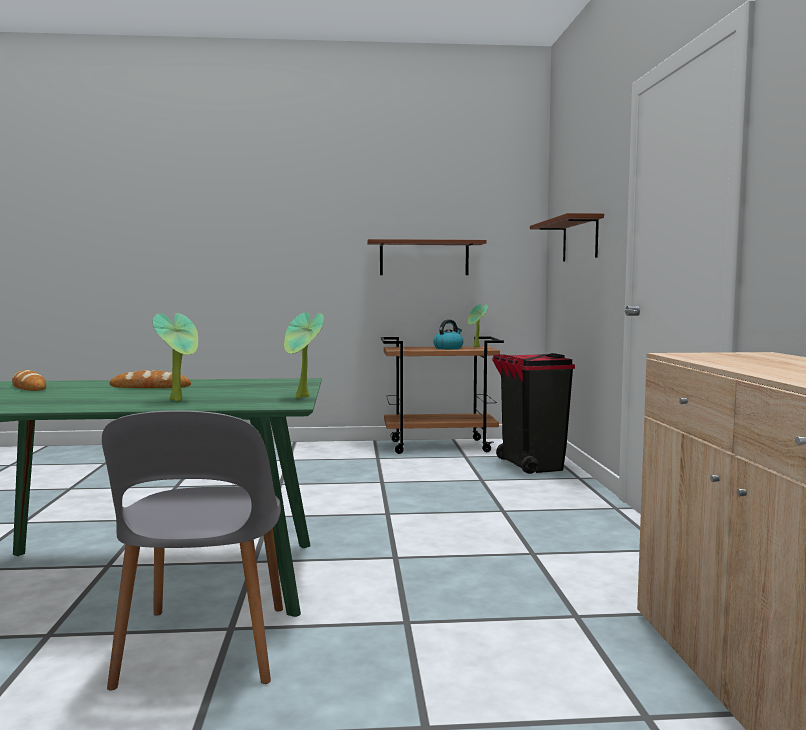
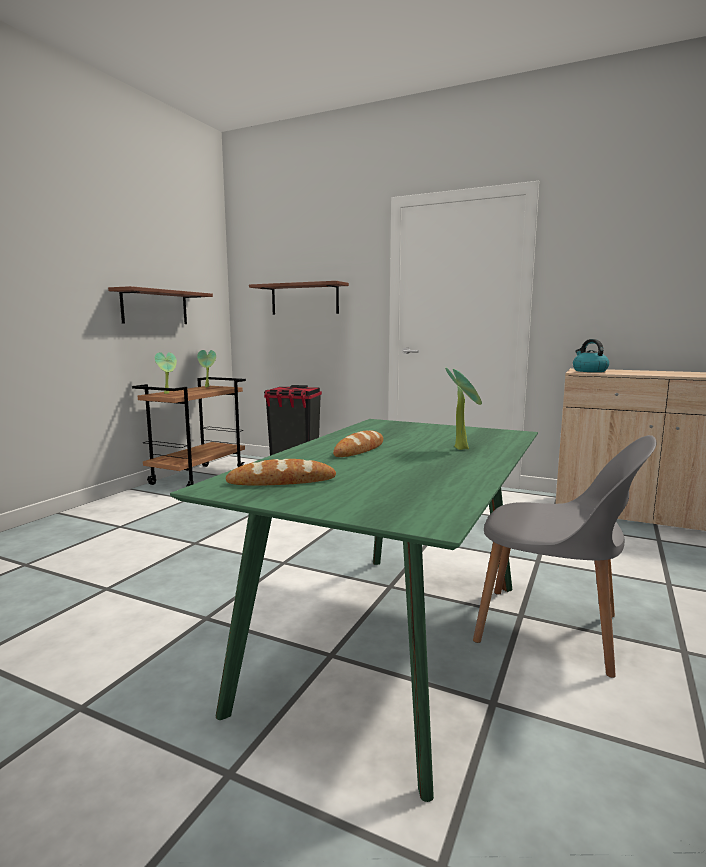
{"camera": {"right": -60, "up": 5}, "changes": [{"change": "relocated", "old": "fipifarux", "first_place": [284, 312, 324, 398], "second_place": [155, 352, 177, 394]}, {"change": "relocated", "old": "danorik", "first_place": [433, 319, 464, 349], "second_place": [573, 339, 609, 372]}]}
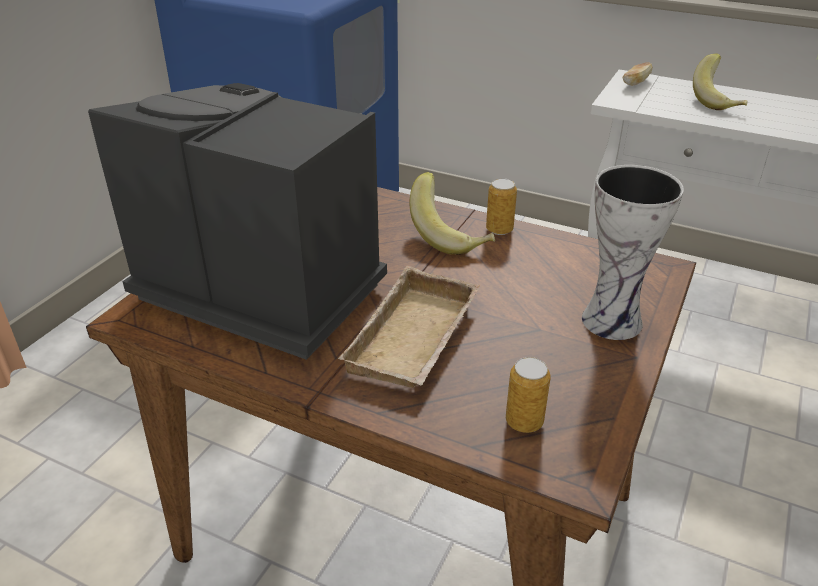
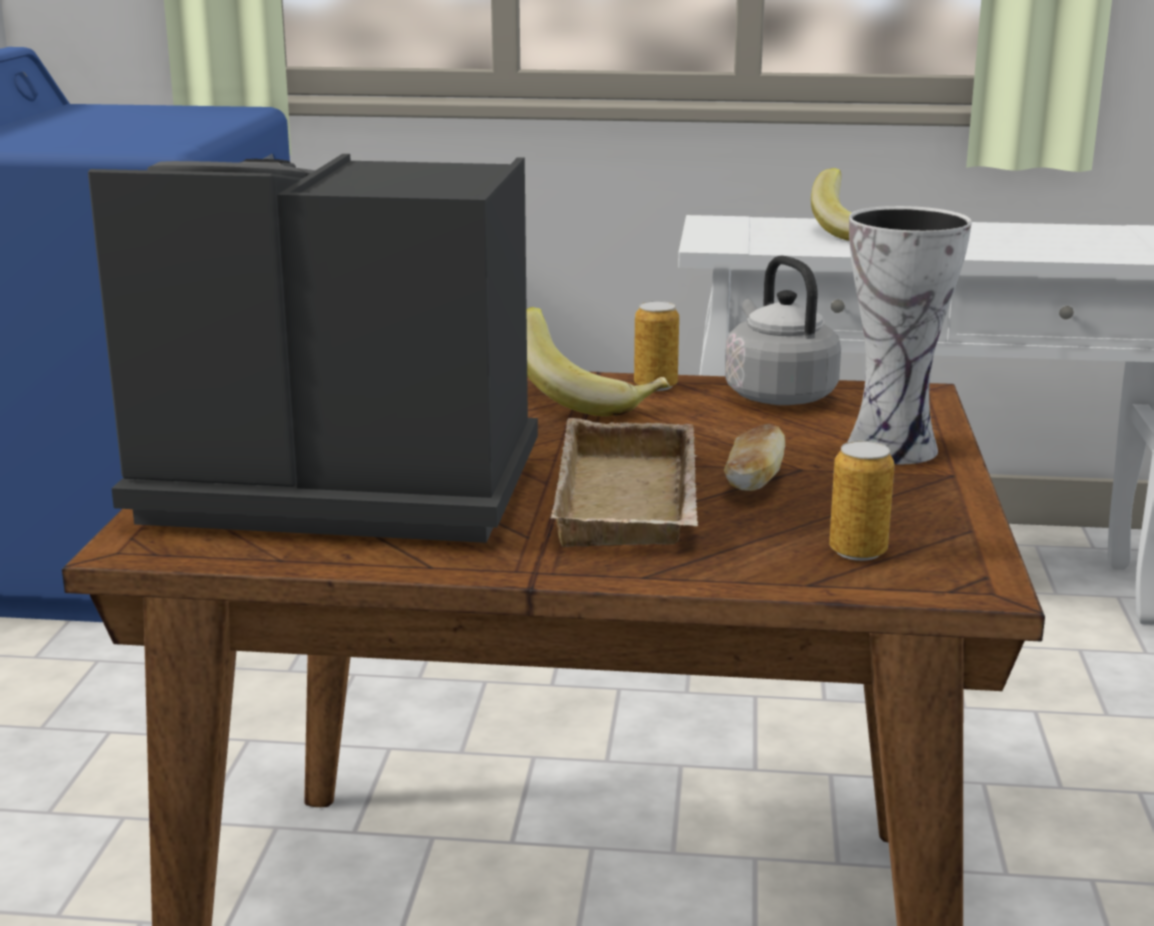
{"camera": {"right": -20, "up": -15}, "changes": [{"change": "relocated", "old": "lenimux", "first_place": [623, 62, 653, 86], "second_place": [724, 424, 785, 491]}, {"change": "appeared", "new": "danorik (grey)", "second_place": [725, 255, 841, 405]}]}
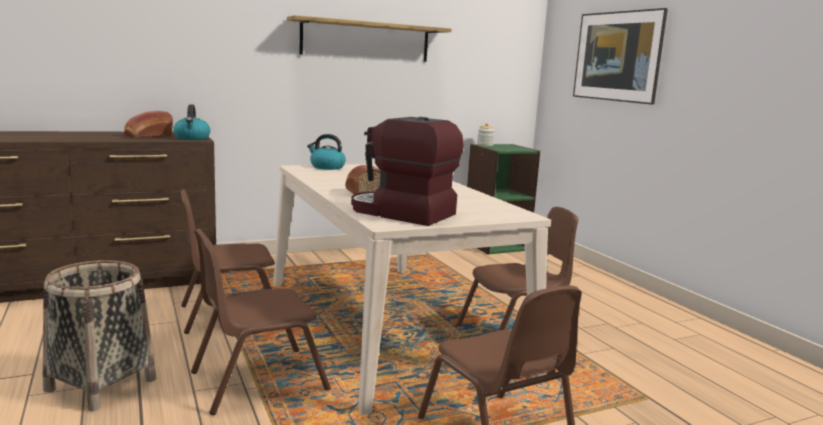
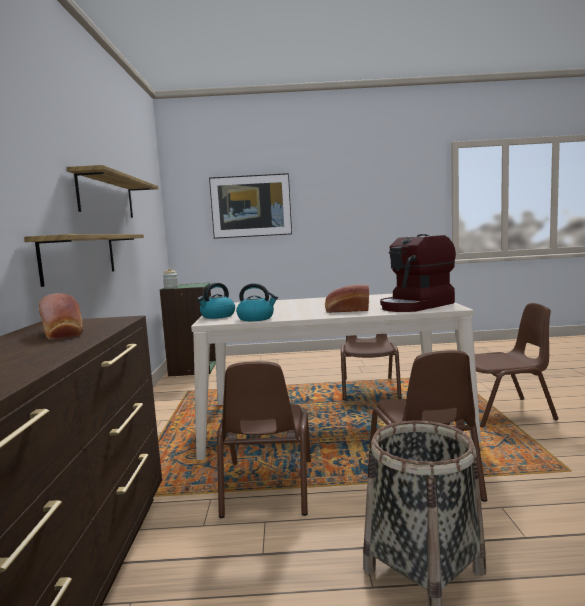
{"camera": {"right": -65, "up": -5}, "changes": [{"change": "relocated", "old": "danorik", "first_place": [173, 104, 210, 140], "second_place": [236, 283, 278, 321]}, {"change": "appeared", "new": "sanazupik", "second_place": [24, 234, 144, 287]}]}
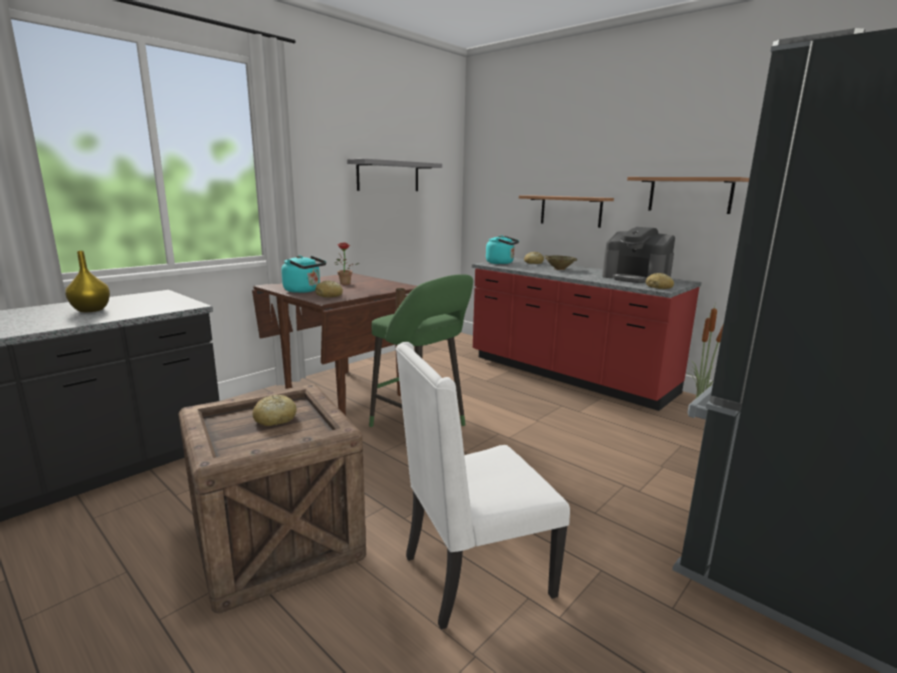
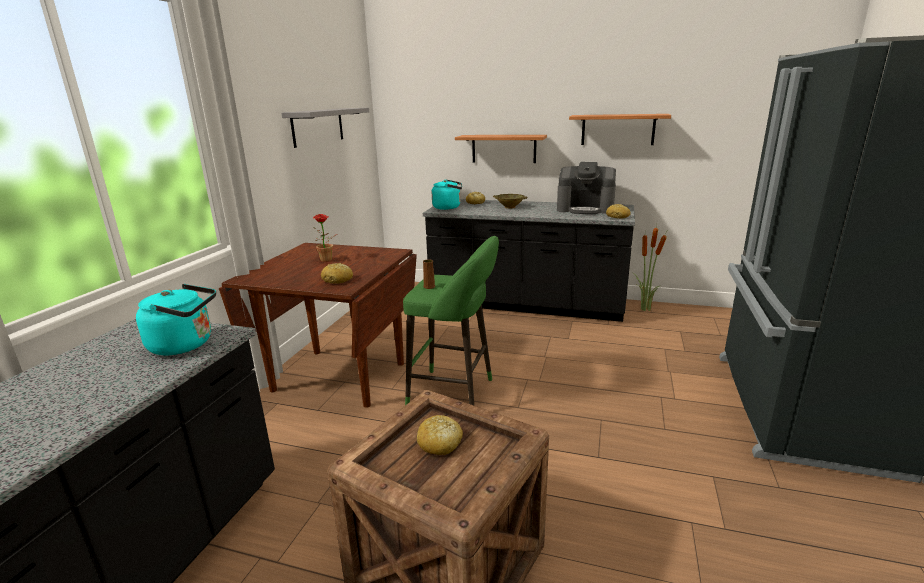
{"camera": {"right": -25, "up": 5}, "changes": [{"change": "missing", "old": "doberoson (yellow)", "first_place": [65, 251, 110, 312]}, {"change": "relocated", "old": "danorik (turquoise)", "first_place": [281, 255, 326, 293], "second_place": [136, 284, 216, 355]}, {"change": "colour", "old": "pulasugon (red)", "new": "pulasugon (black)", "first_place": [472, 258, 701, 411], "second_place": [423, 199, 635, 322]}, {"change": "missing", "old": "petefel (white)", "first_place": [396, 342, 570, 630]}]}
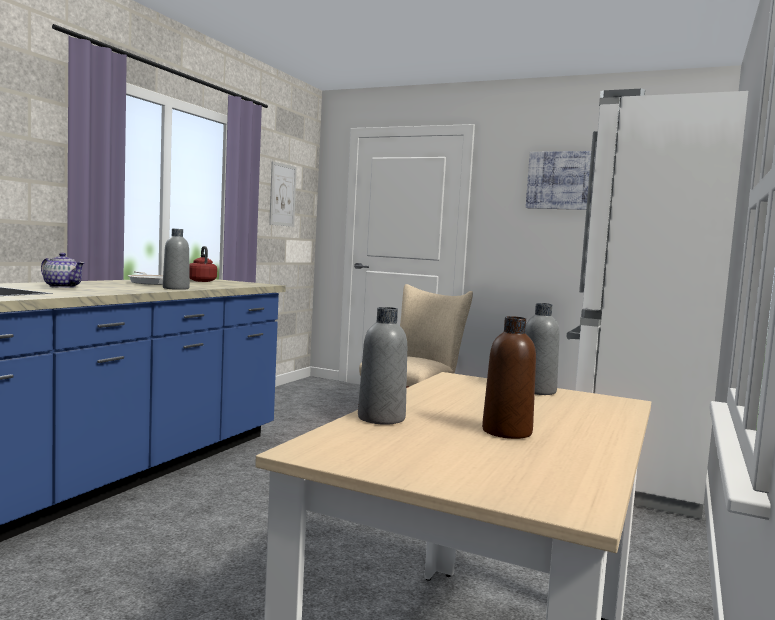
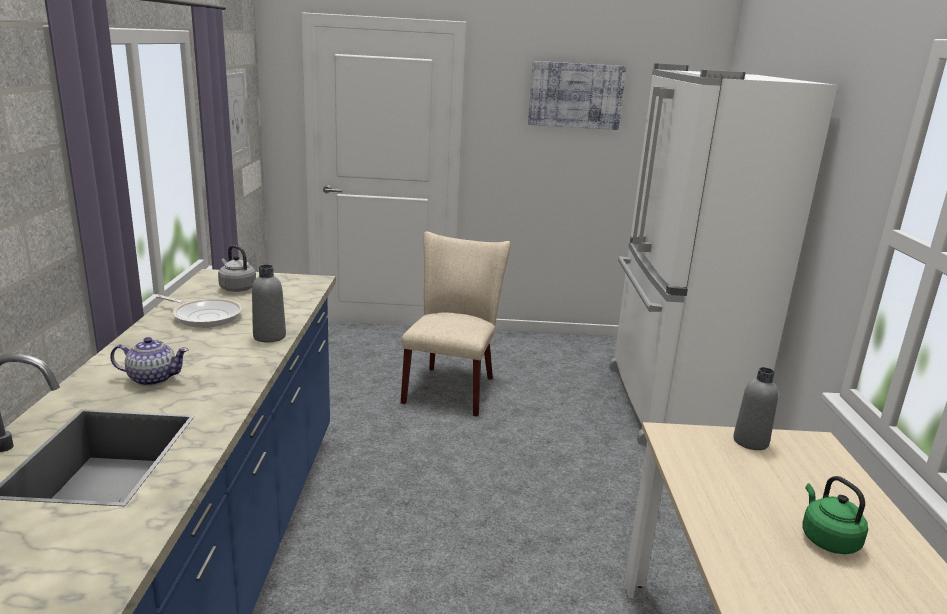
{"camera": {"right": -25, "up": 15}, "changes": [{"change": "colour", "old": "danorik (red)", "new": "danorik (grey)", "first_place": [189, 246, 217, 282], "second_place": [218, 245, 256, 292]}, {"change": "missing", "old": "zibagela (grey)", "first_place": [358, 307, 407, 425]}, {"change": "exchanged", "old": "zibagela (brown)", "new": "danorik (green)", "first_place": [482, 316, 536, 439], "second_place": [802, 476, 868, 554]}]}
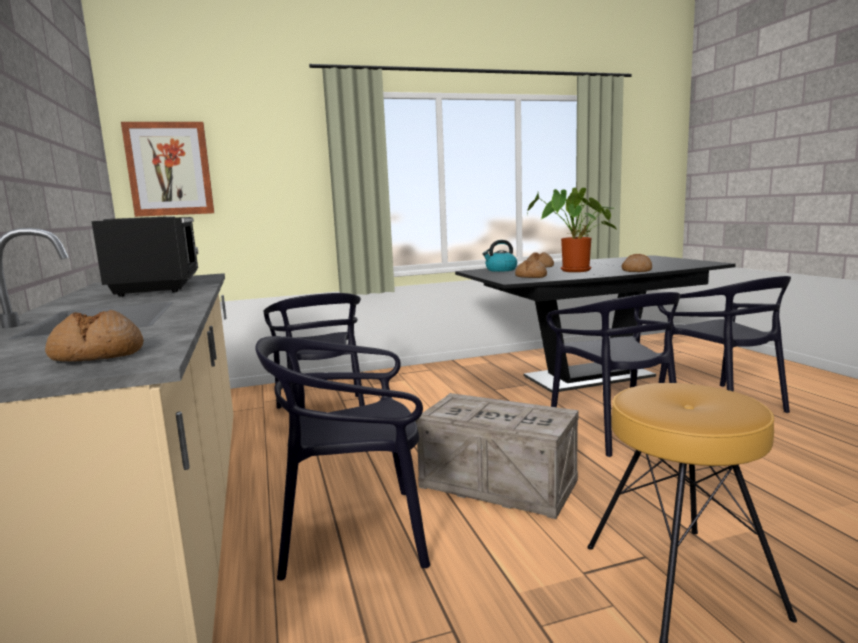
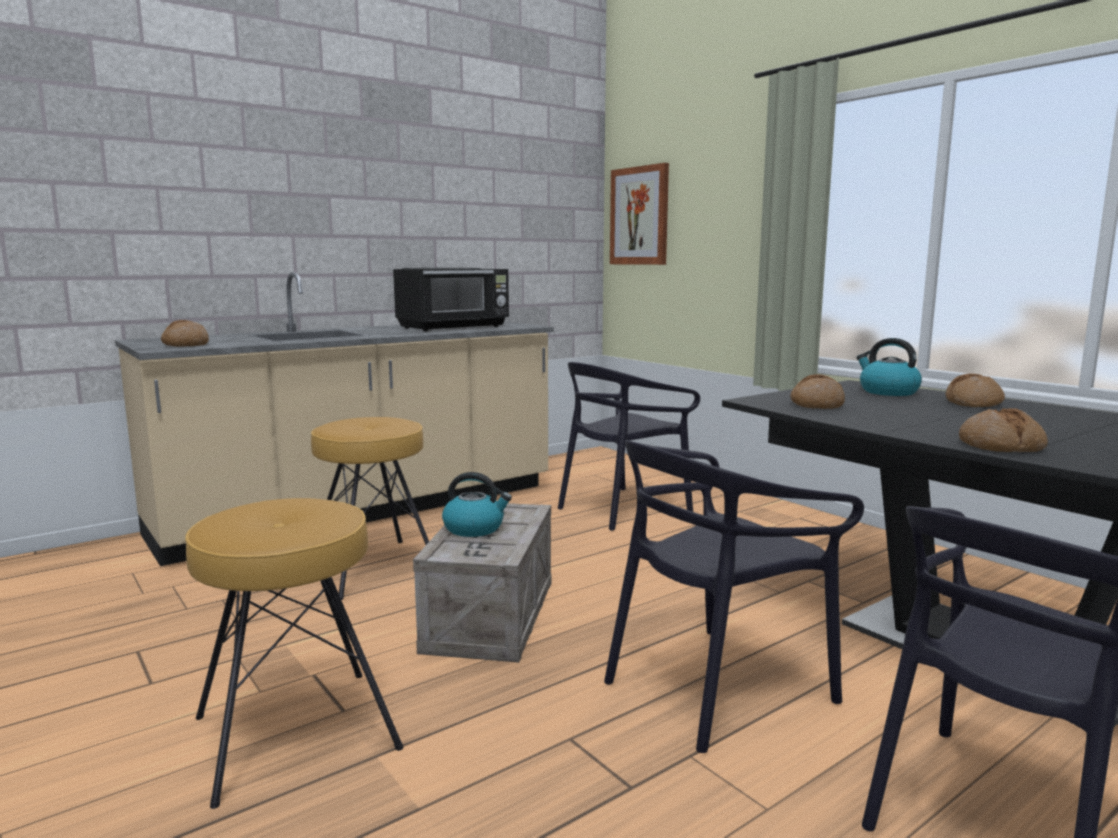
{"camera": {"right": 70, "up": 0}, "changes": [{"change": "missing", "old": "fipifarux", "first_place": [527, 188, 618, 272]}, {"change": "exchanged", "old": "petefel (black)", "new": "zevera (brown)", "first_place": [255, 336, 430, 581], "second_place": [311, 417, 429, 600]}, {"change": "appeared", "new": "danorik", "second_place": [442, 472, 512, 537]}]}
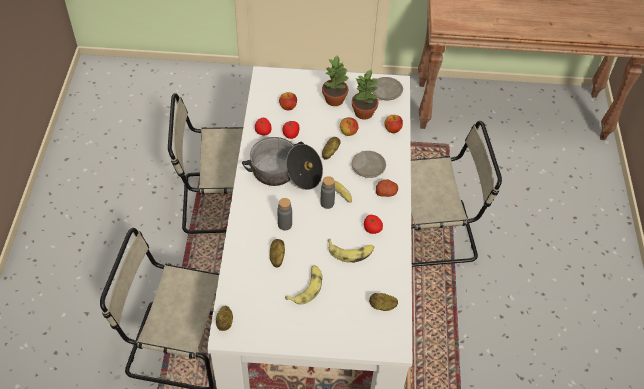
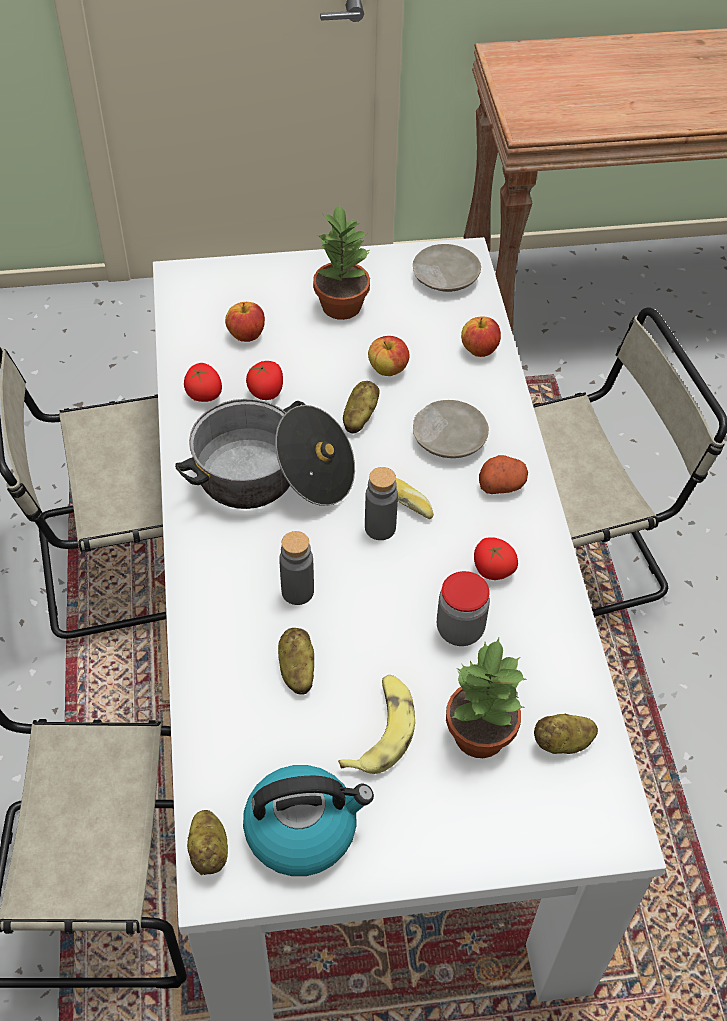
{"camera": {"right": -10, "up": 0}, "changes": [{"change": "relocated", "old": "fipifarux", "first_place": [352, 70, 379, 120], "second_place": [446, 638, 527, 758]}, {"change": "exchanged", "old": "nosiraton", "new": "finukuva", "first_place": [328, 239, 374, 263], "second_place": [437, 571, 490, 646]}, {"change": "appeared", "new": "danorik", "second_place": [243, 765, 374, 876]}]}
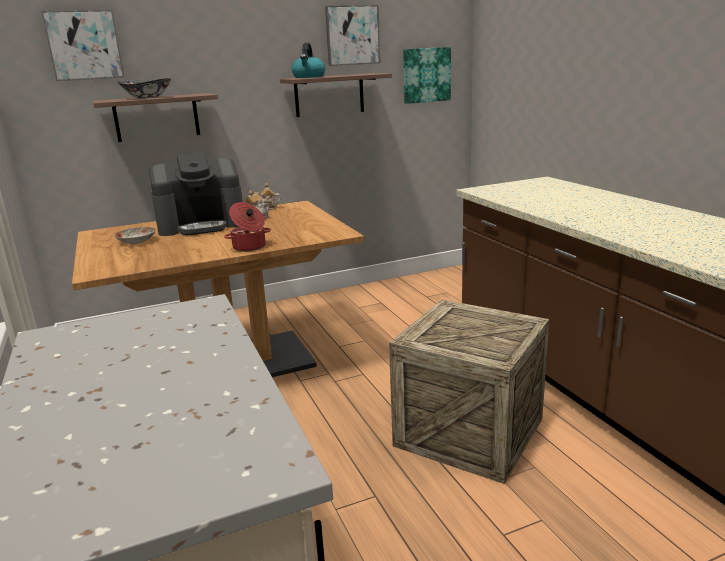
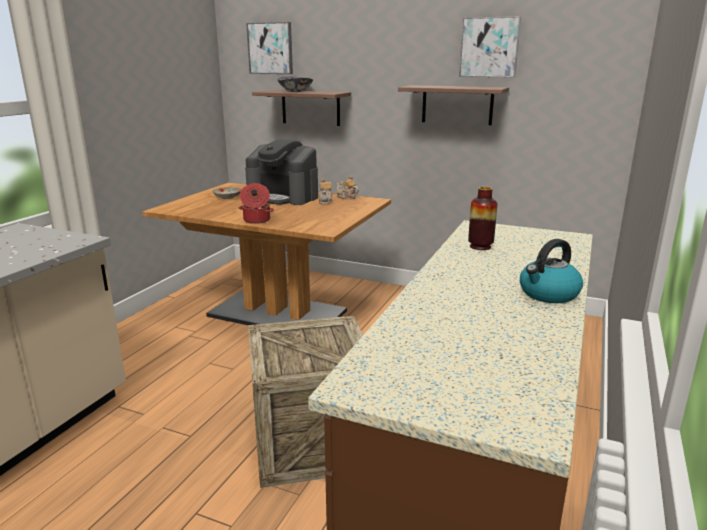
{"camera": {"right": 45, "up": 0}, "changes": [{"change": "relocated", "old": "danorik", "first_place": [292, 43, 326, 78], "second_place": [520, 239, 583, 303]}, {"change": "missing", "old": "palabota", "first_place": [403, 47, 451, 104]}, {"change": "appeared", "new": "doberoson", "second_place": [468, 187, 497, 250]}]}
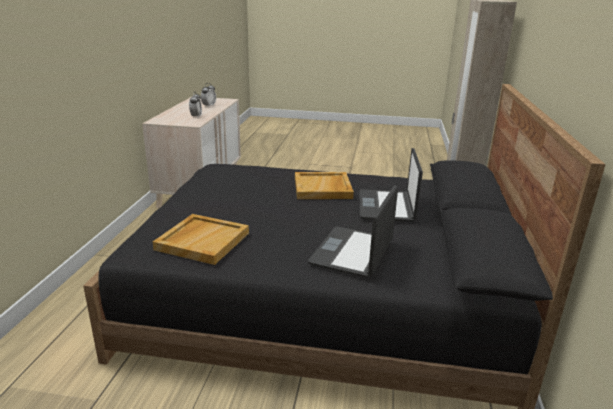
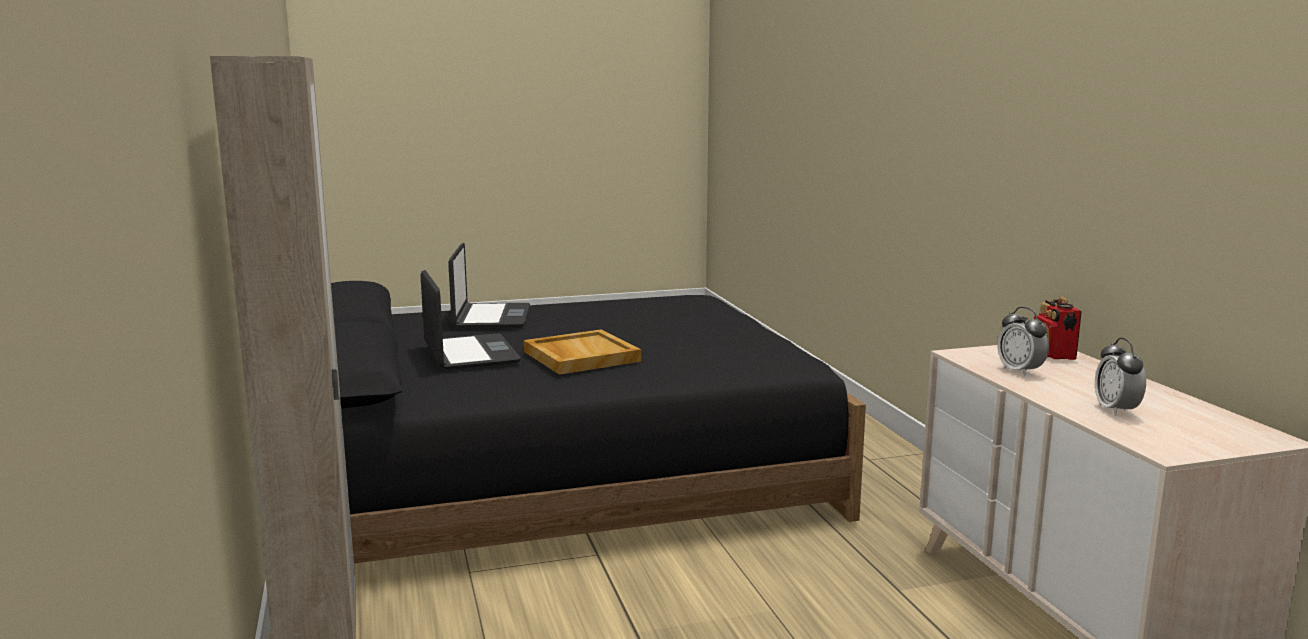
{"camera": {"right": 155, "up": -10}, "changes": [{"change": "missing", "old": "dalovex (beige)", "first_place": [153, 214, 249, 265]}, {"change": "appeared", "new": "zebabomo", "second_place": [1034, 297, 1082, 360]}]}
